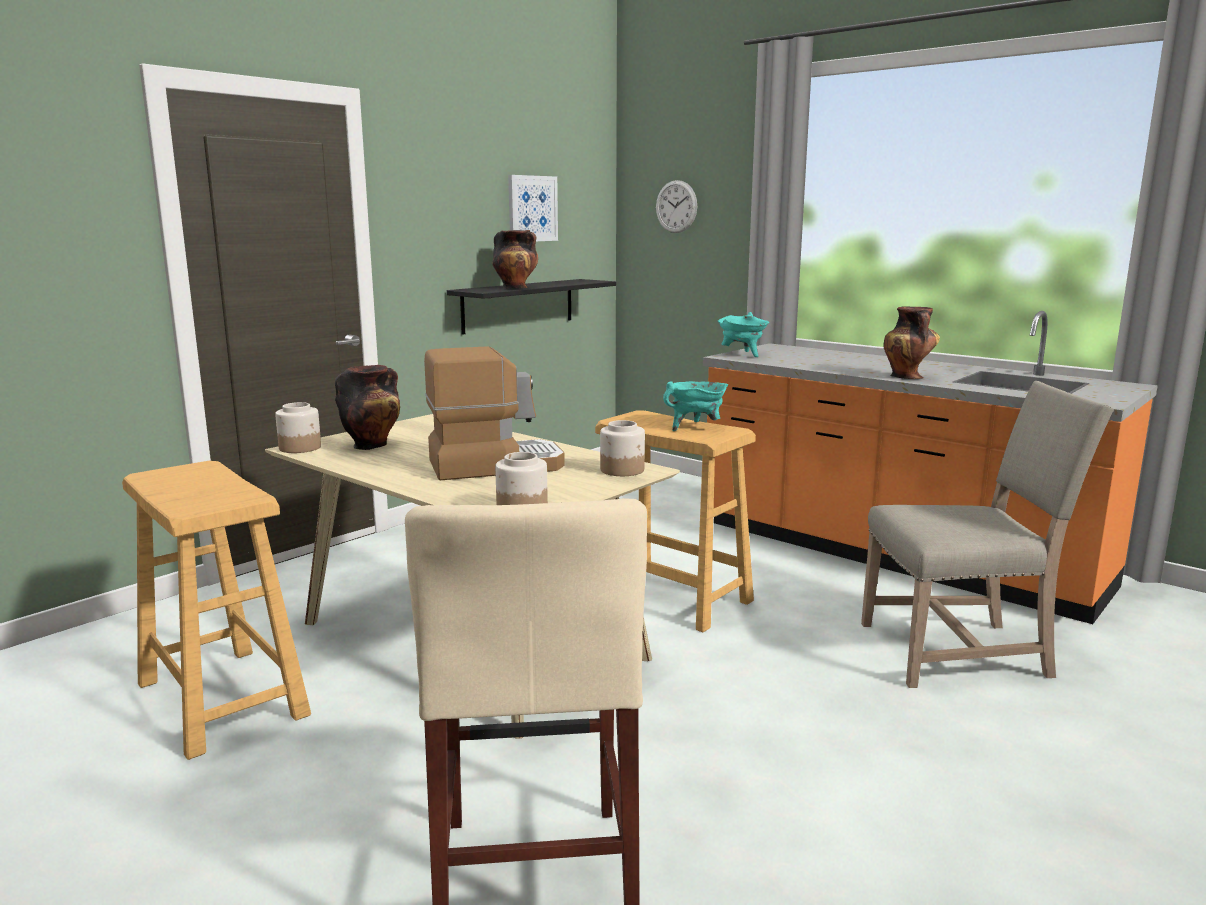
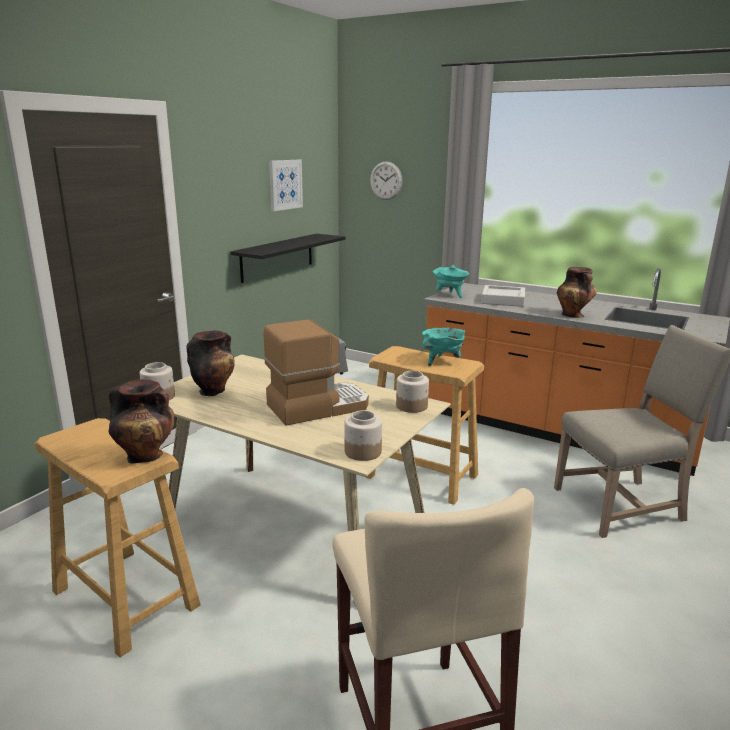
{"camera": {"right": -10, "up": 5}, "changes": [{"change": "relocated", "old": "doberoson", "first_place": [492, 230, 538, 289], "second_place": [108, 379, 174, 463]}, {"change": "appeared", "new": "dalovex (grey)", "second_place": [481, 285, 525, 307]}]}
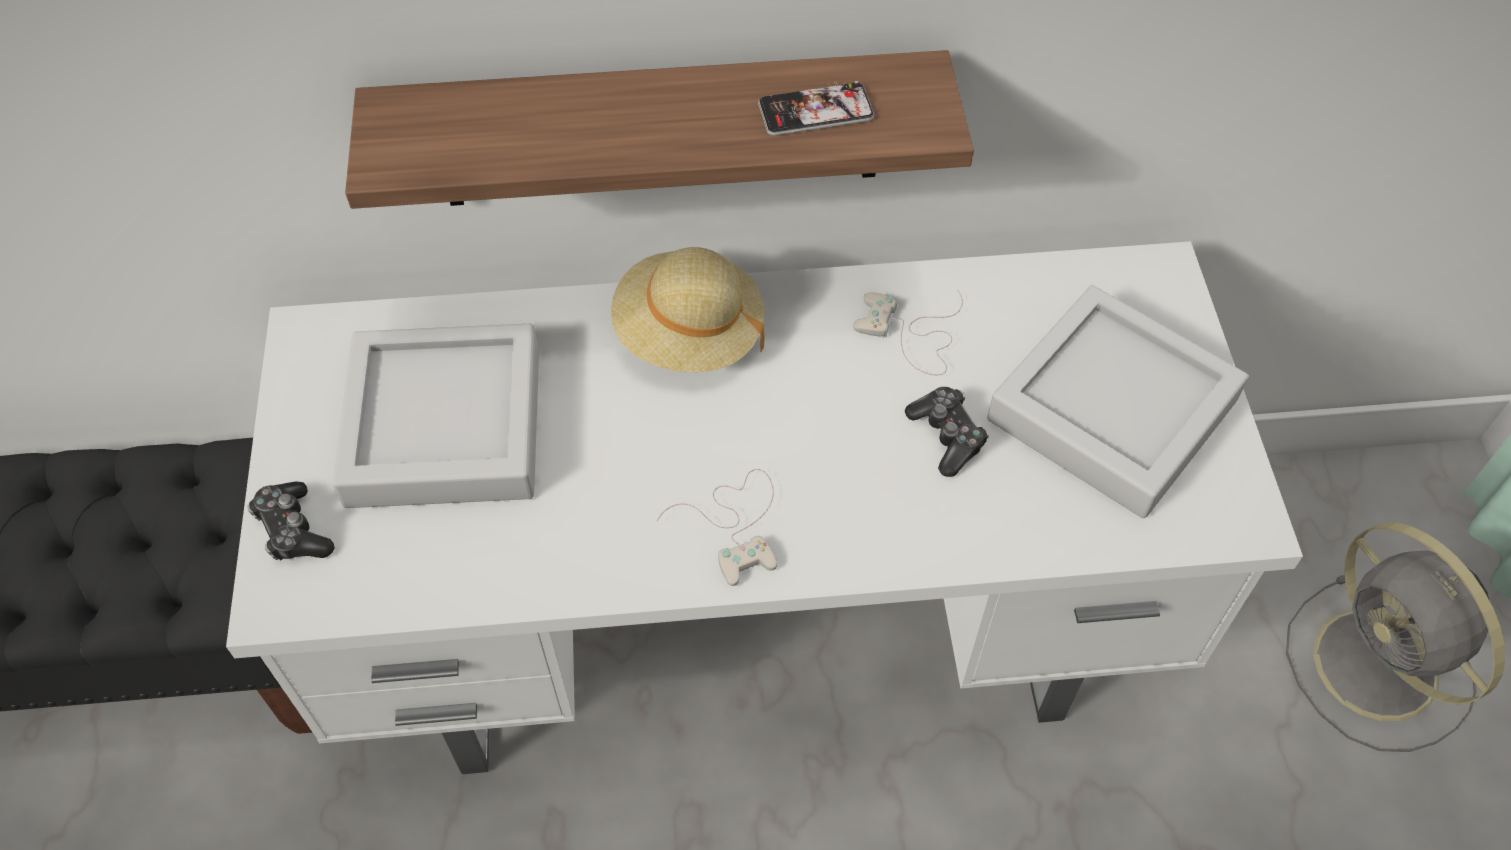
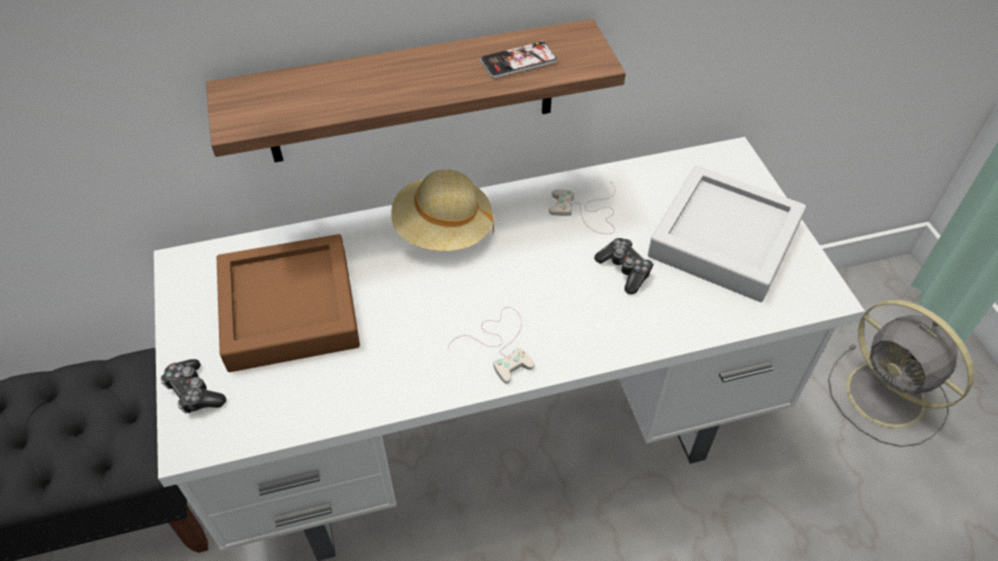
{"camera": {"right": -10, "up": -5}, "changes": [{"change": "colour", "old": "dalovex (grey)", "new": "dalovex (brown)", "first_place": [332, 324, 539, 508], "second_place": [217, 234, 360, 372]}]}
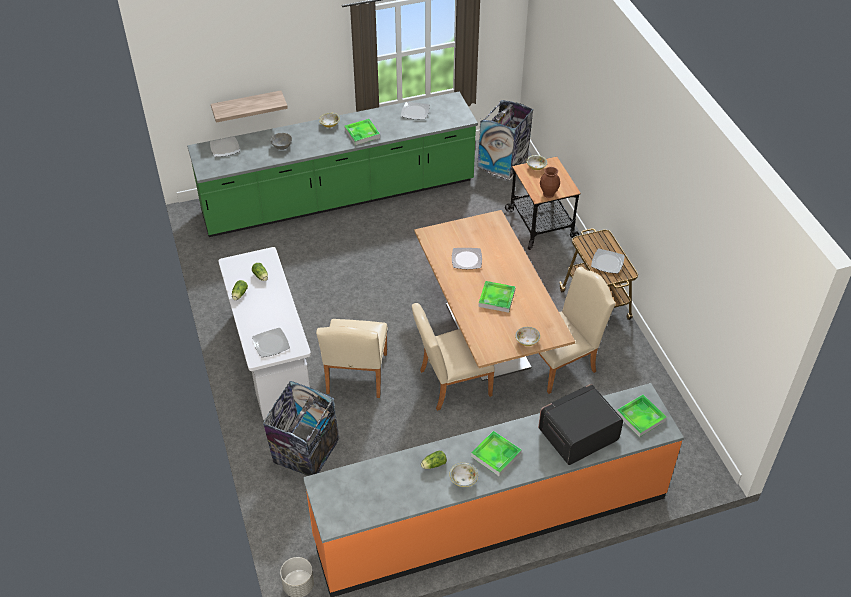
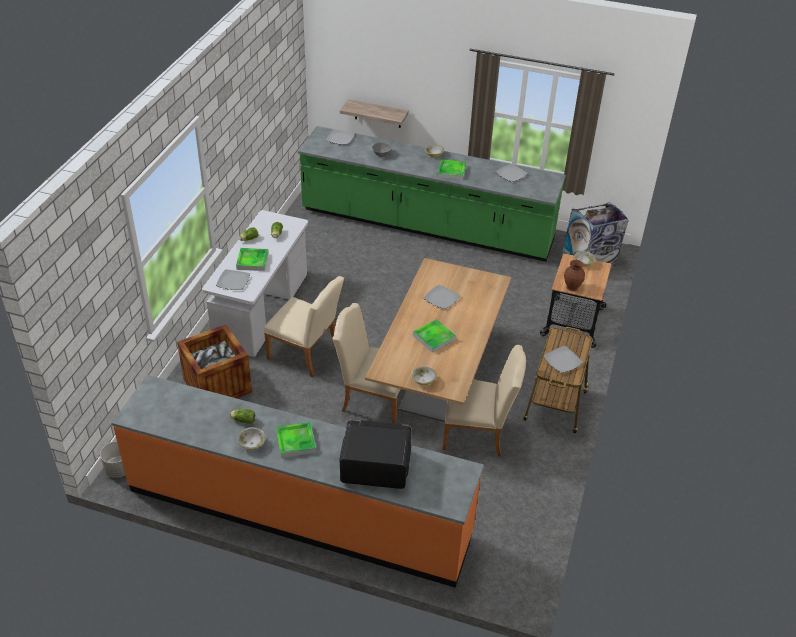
{"camera": {"right": 35, "up": -5}, "changes": [{"change": "spun", "old": "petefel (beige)", "first_place": [316, 319, 388, 398], "second_place": [264, 276, 344, 377], "degrees": -105}, {"change": "exchanged", "old": "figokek", "new": "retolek", "first_place": [263, 381, 339, 476], "second_place": [177, 324, 252, 398]}, {"change": "relocated", "old": "dalovex", "first_place": [617, 394, 667, 437], "second_place": [236, 248, 269, 271]}]}
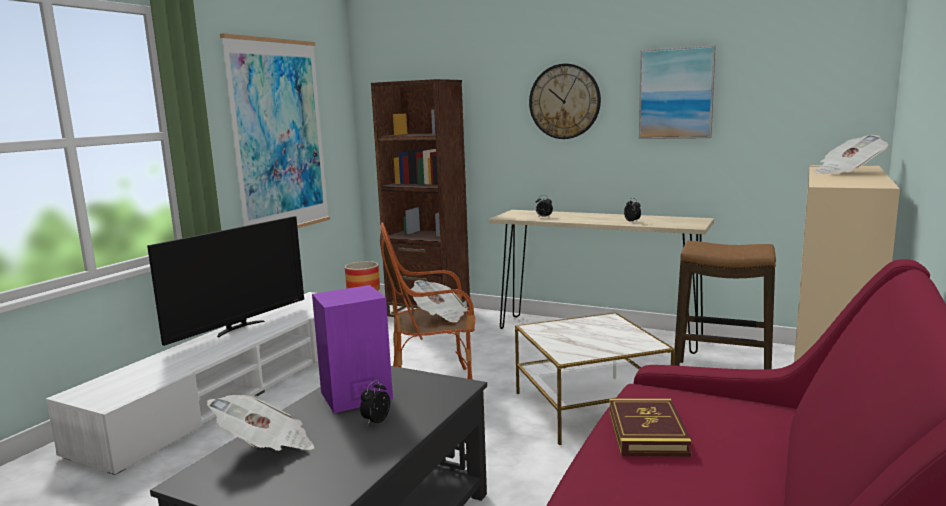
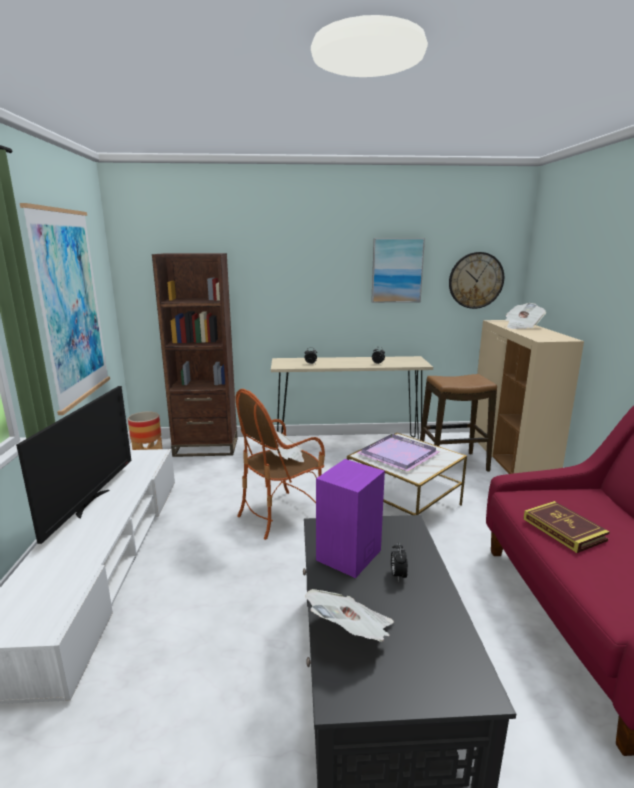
{"camera": {"right": -30, "up": 5}, "changes": [{"change": "relocated", "old": "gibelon", "first_place": [529, 64, 601, 139], "second_place": [449, 252, 504, 309]}, {"change": "appeared", "new": "dalovex (purple)", "second_place": [357, 434, 441, 472]}]}
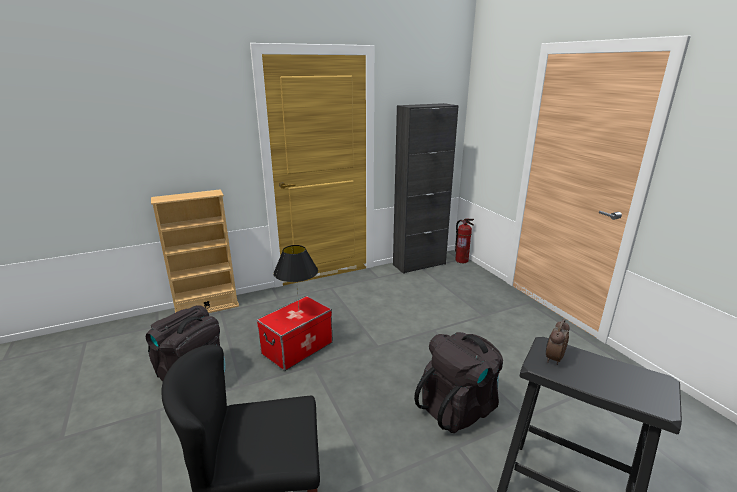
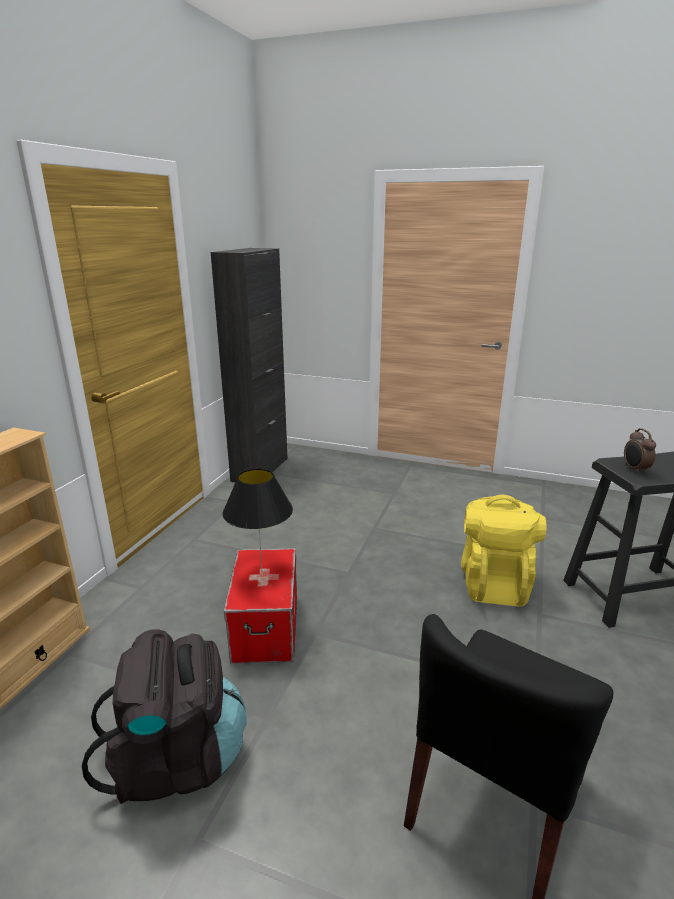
{"camera": {"right": -45, "up": 0}, "changes": [{"change": "missing", "old": "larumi", "first_place": [455, 218, 474, 263]}, {"change": "colour", "old": "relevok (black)", "new": "relevok (yellow)", "first_place": [414, 332, 503, 433], "second_place": [461, 495, 546, 607]}]}
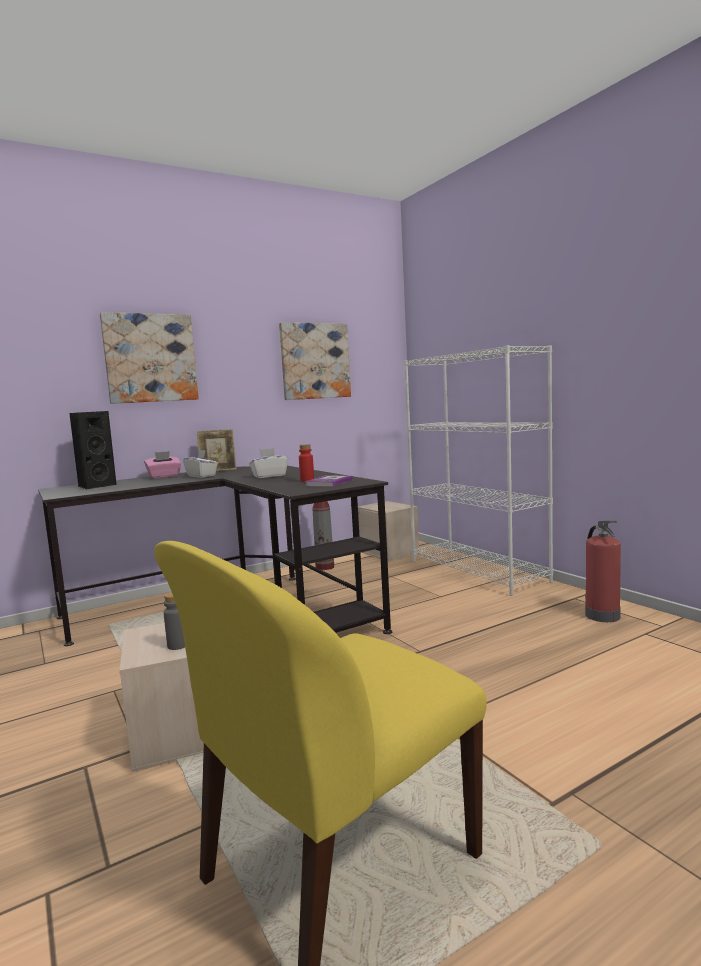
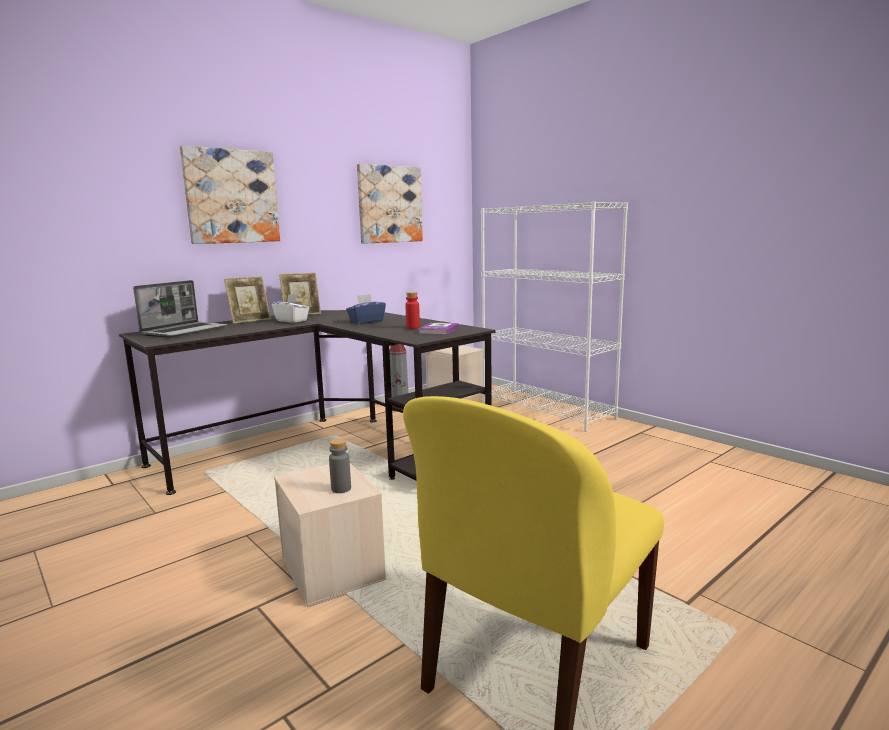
{"camera": {"right": -10, "up": 5}, "changes": [{"change": "exchanged", "old": "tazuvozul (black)", "new": "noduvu", "first_place": [69, 411, 117, 490], "second_place": [133, 280, 227, 338]}, {"change": "colour", "old": "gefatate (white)", "new": "gefatate (blue)", "first_place": [249, 448, 288, 478], "second_place": [346, 294, 386, 324]}, {"change": "exchanged", "old": "gefatate (pink)", "new": "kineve", "first_place": [144, 451, 181, 478], "second_place": [224, 276, 271, 324]}, {"change": "missing", "old": "larumi", "first_place": [585, 520, 621, 622]}]}
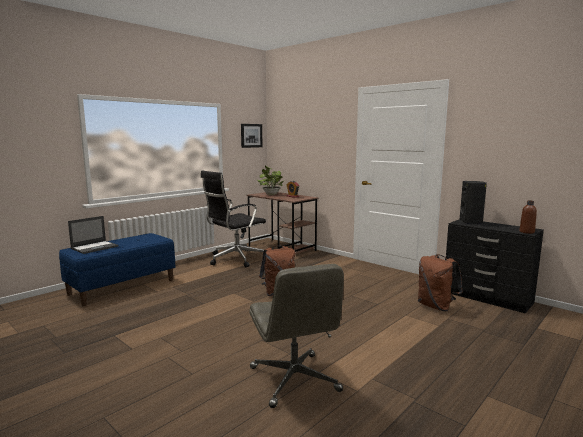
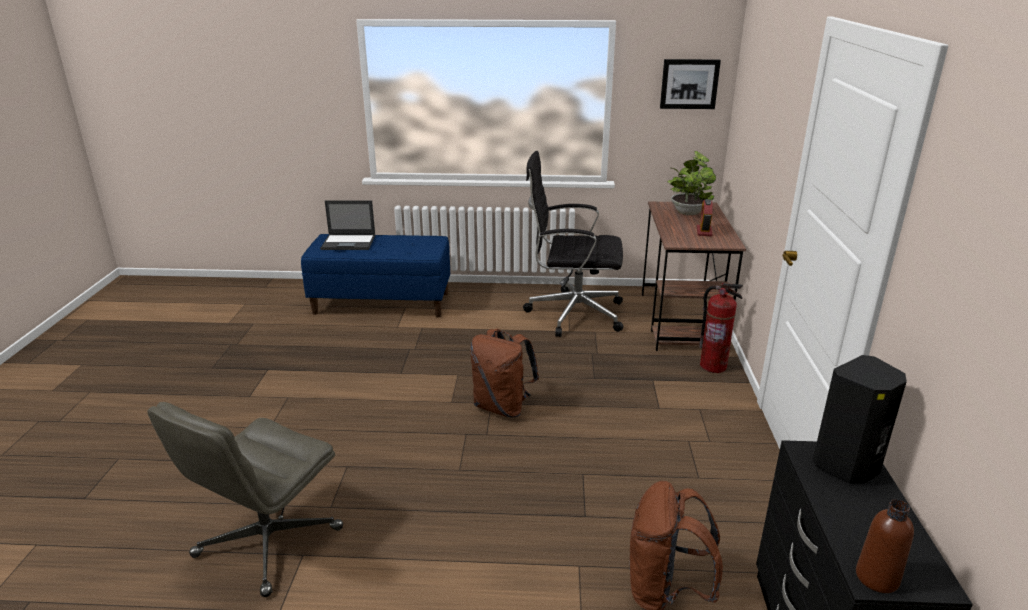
{"camera": {"right": 50, "up": 15}, "changes": [{"change": "appeared", "new": "larumi", "second_place": [699, 283, 743, 373]}]}
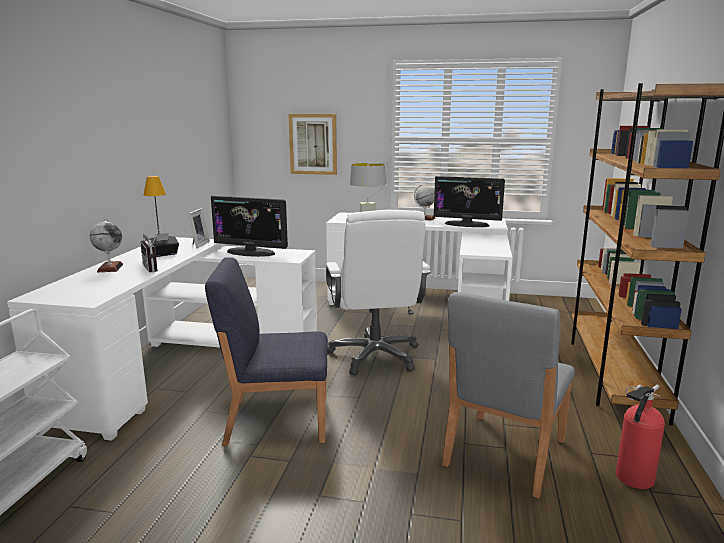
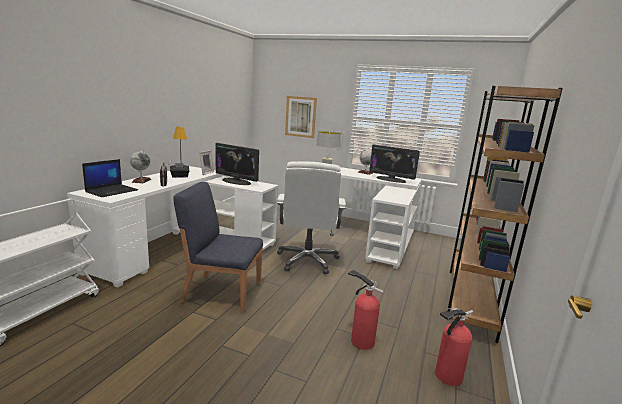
{"camera": {"right": 10, "up": 0}, "changes": [{"change": "exchanged", "old": "petefel (grey)", "new": "larumi", "first_place": [442, 292, 575, 498], "second_place": [348, 270, 384, 350]}, {"change": "appeared", "new": "noduvu", "second_place": [82, 159, 138, 197]}]}
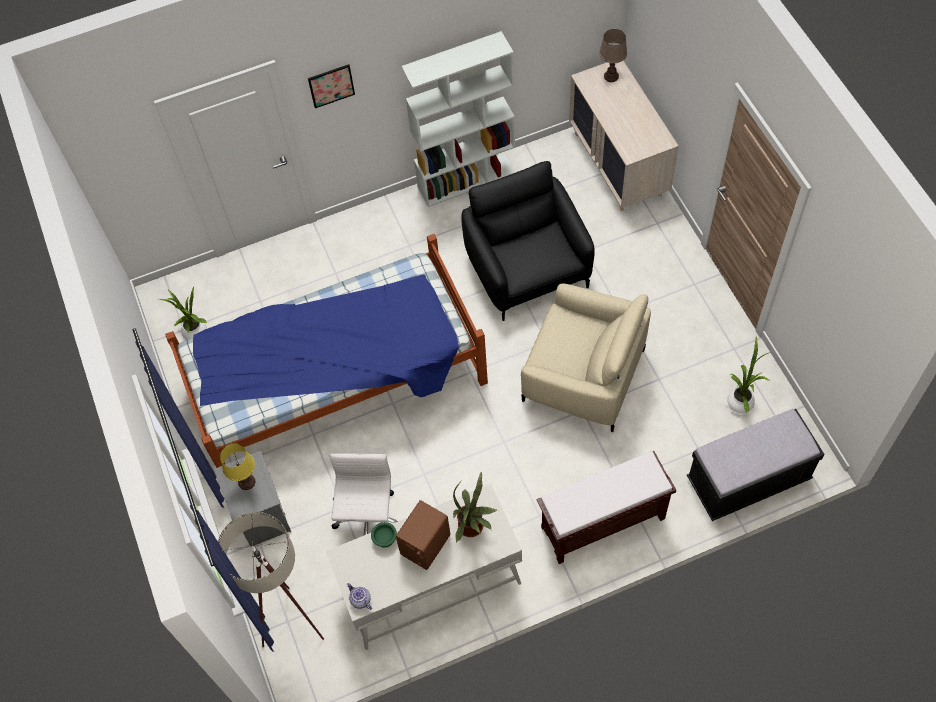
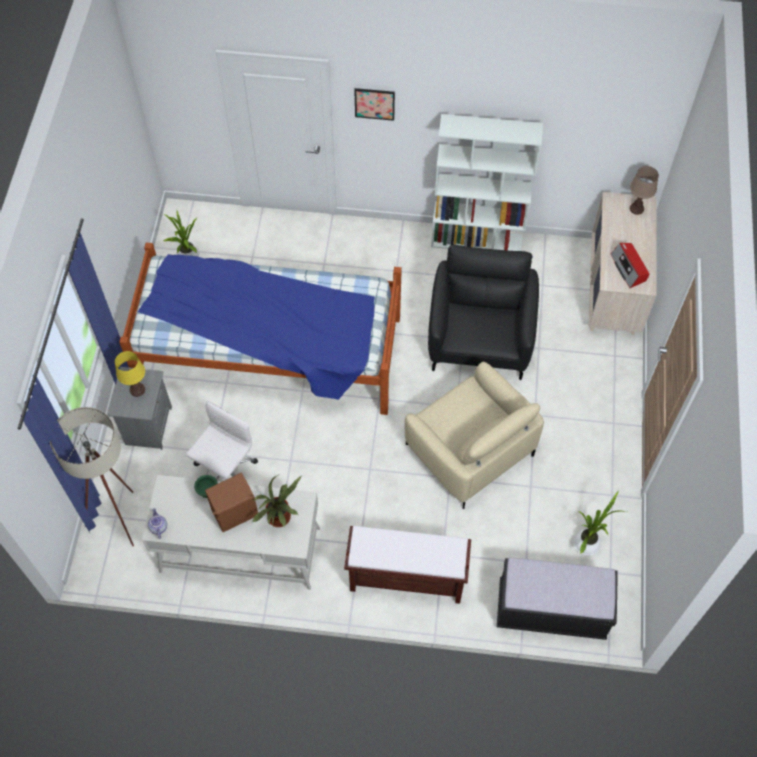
{"camera": {"right": 25, "up": 0}, "changes": [{"change": "appeared", "new": "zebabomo", "second_place": [611, 243, 649, 288]}]}
